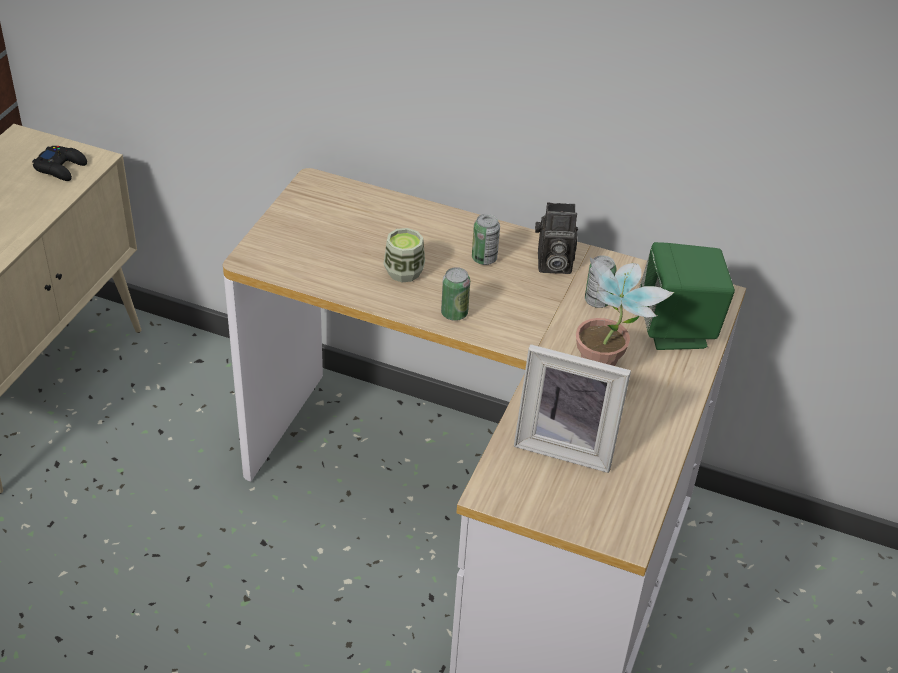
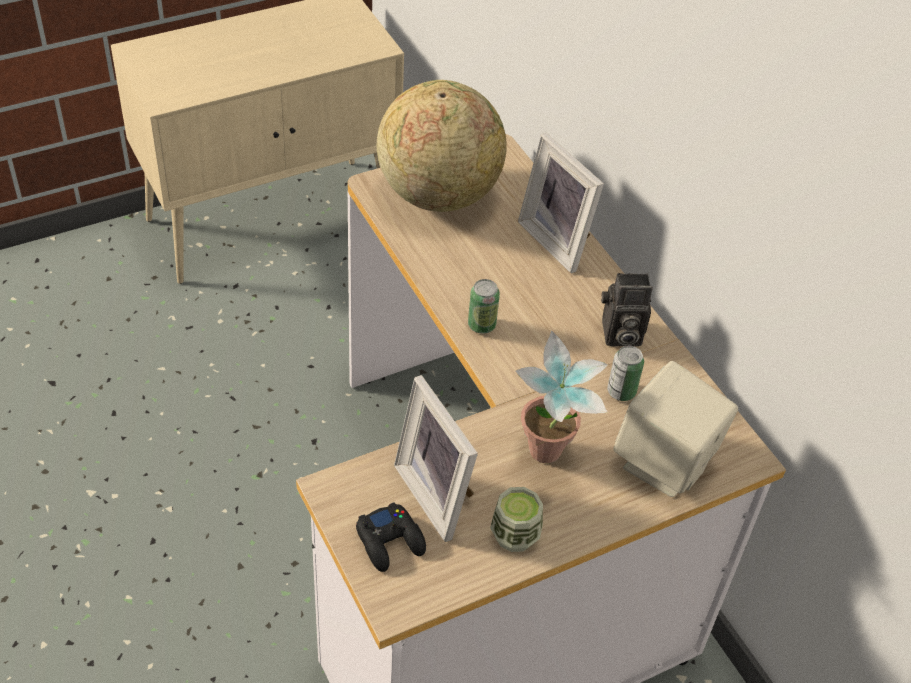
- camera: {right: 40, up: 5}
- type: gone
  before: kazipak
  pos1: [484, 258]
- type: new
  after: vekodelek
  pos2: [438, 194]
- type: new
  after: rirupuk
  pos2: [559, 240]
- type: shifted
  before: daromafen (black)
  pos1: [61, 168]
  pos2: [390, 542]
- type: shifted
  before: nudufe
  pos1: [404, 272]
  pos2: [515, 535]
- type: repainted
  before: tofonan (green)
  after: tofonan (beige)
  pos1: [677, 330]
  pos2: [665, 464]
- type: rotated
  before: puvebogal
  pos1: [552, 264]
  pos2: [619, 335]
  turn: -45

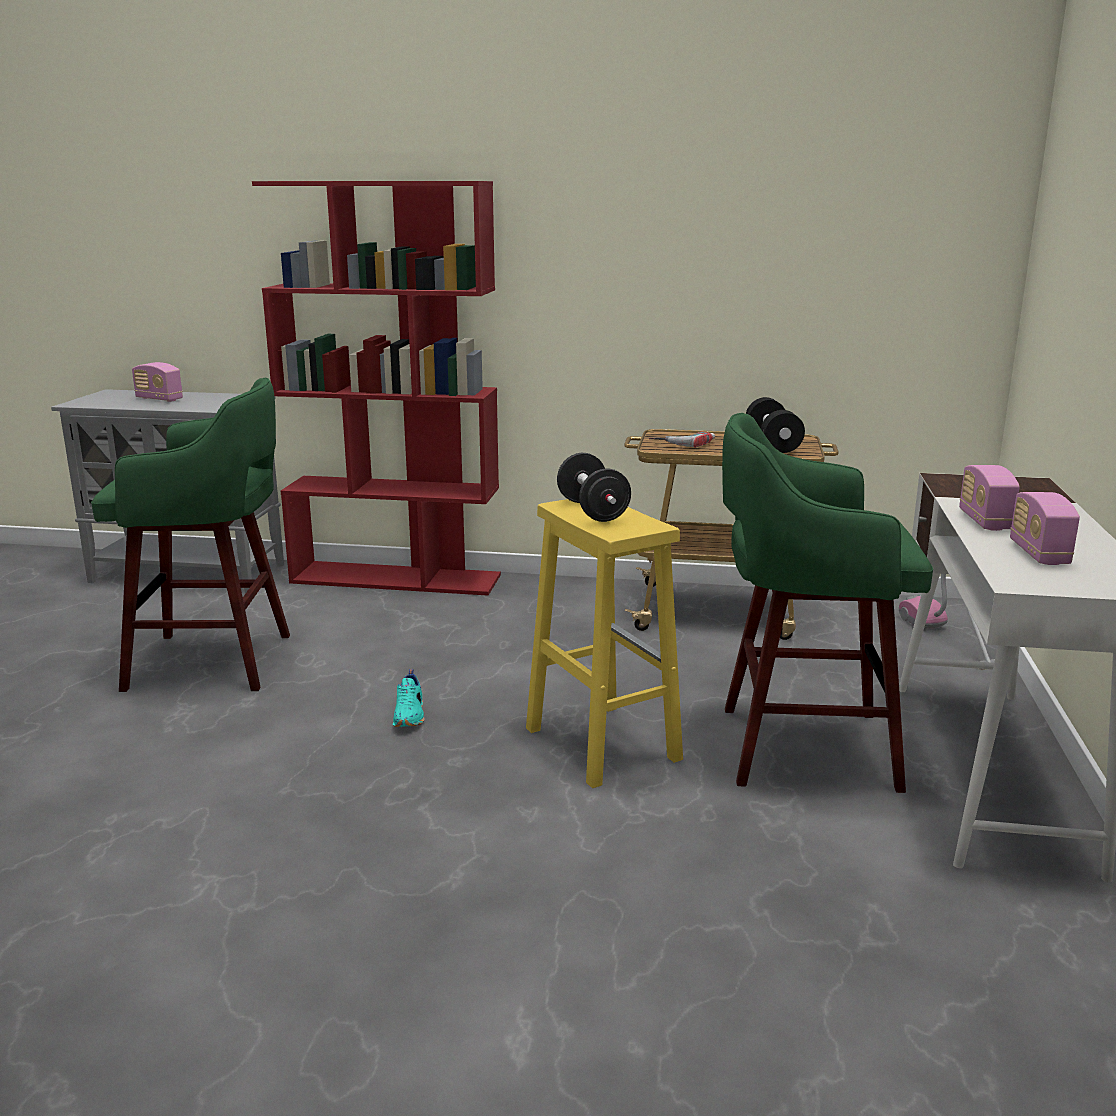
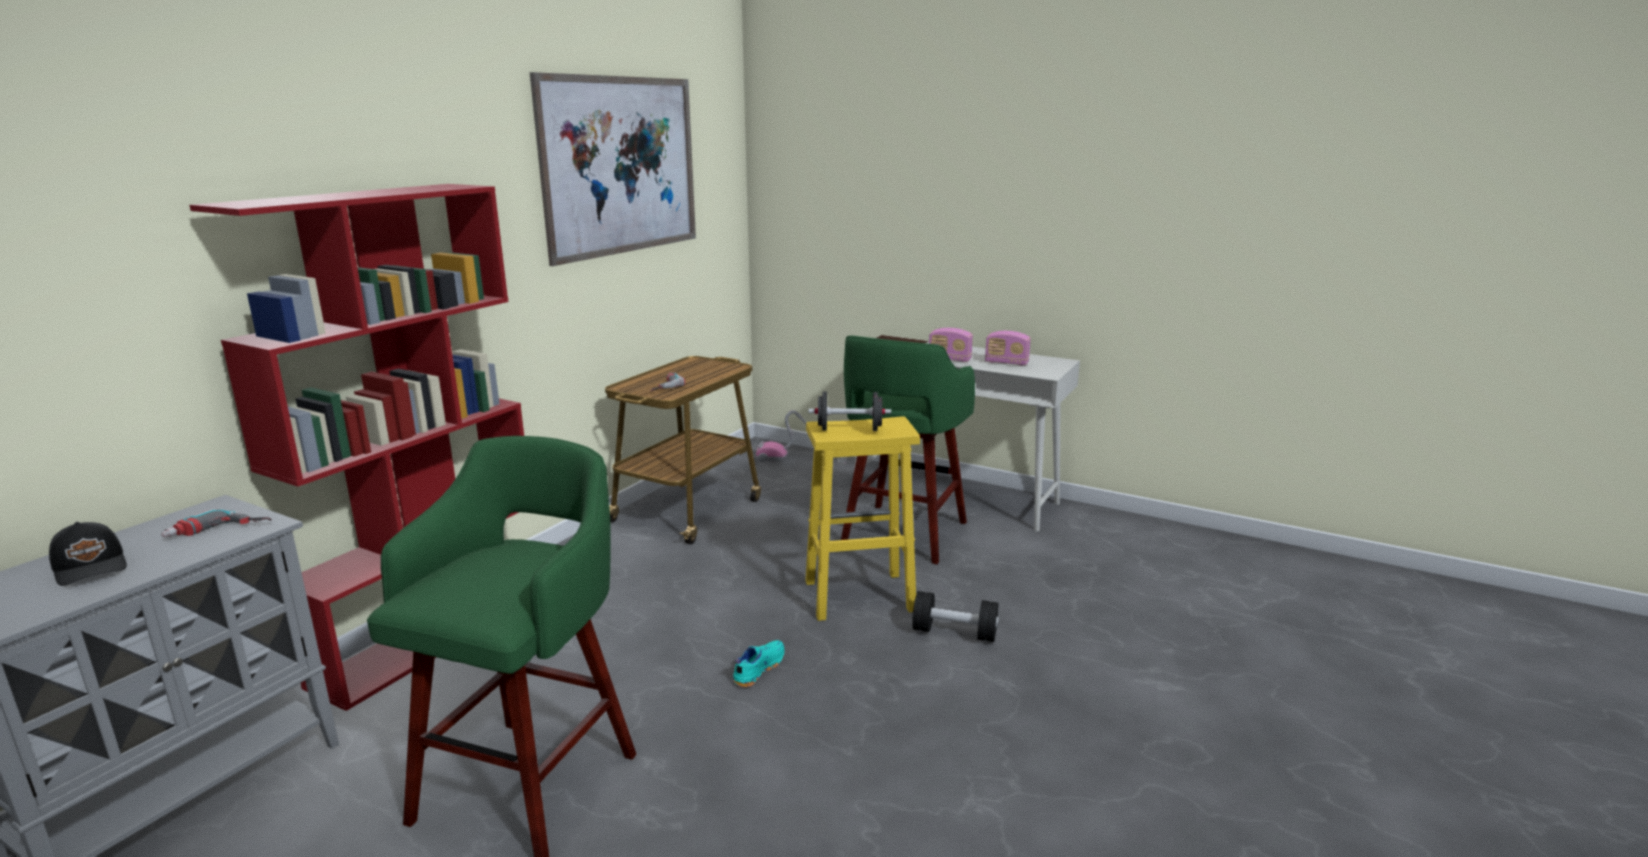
- camera: {right: -70, up: 0}
- type: new
  after: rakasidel
  pos2: [217, 532]
- type: new
  after: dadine
  pos2: [622, 166]
- type: shifted
  before: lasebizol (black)
  pos1: [772, 443]
  pos2: [954, 633]
- type: swapped
  before: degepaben
  after: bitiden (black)
  pos1: [159, 399]
  pos2: [92, 567]
- type: rotated
  before: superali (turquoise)
  pos1: [410, 715]
  pos2: [757, 669]
  turn: -75

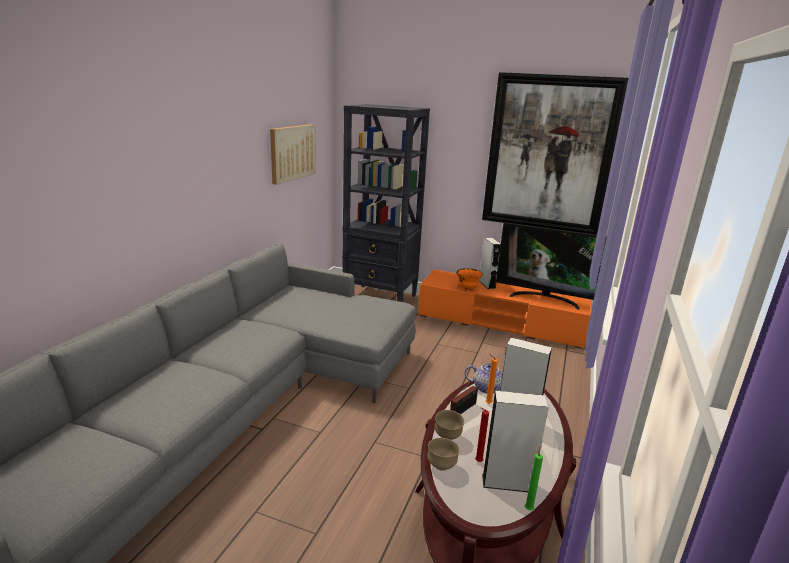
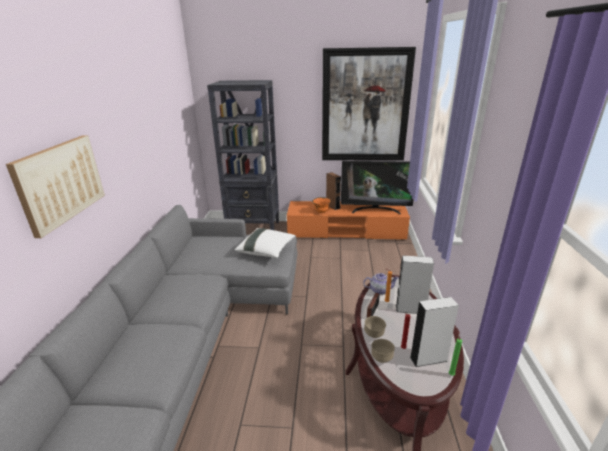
- camera: {right: -15, up: 5}
- type: new
  after: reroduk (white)
  pos2: [266, 251]
- type: shifted
  before: dadine
  pos1: [292, 152]
  pos2: [60, 182]
- type: repainted
  before: tofonan (grey)
  after: tofonan (brown)
  pos1: [487, 284]
  pos2: [333, 206]

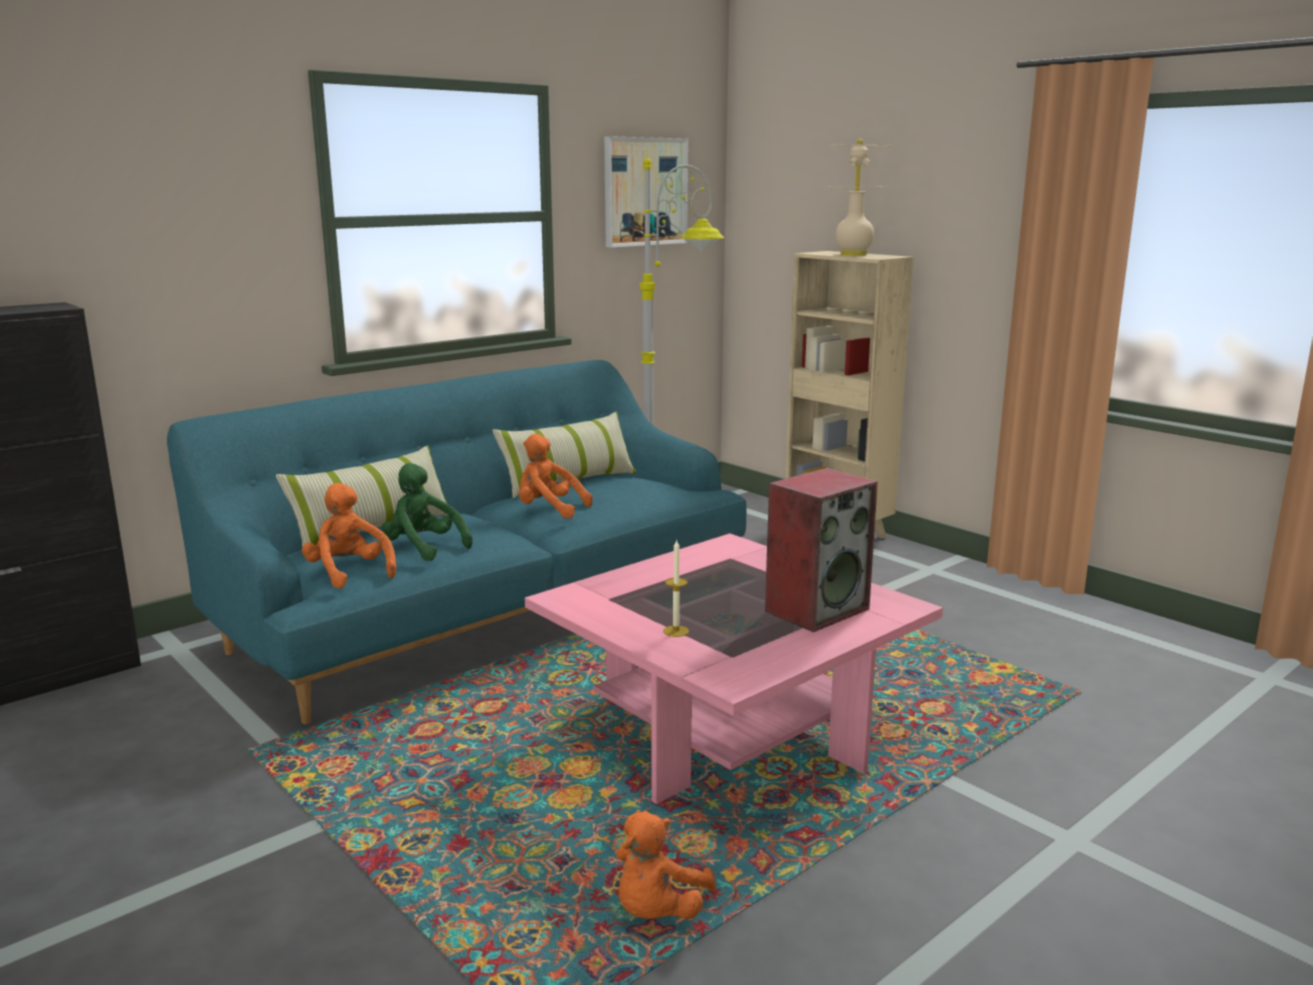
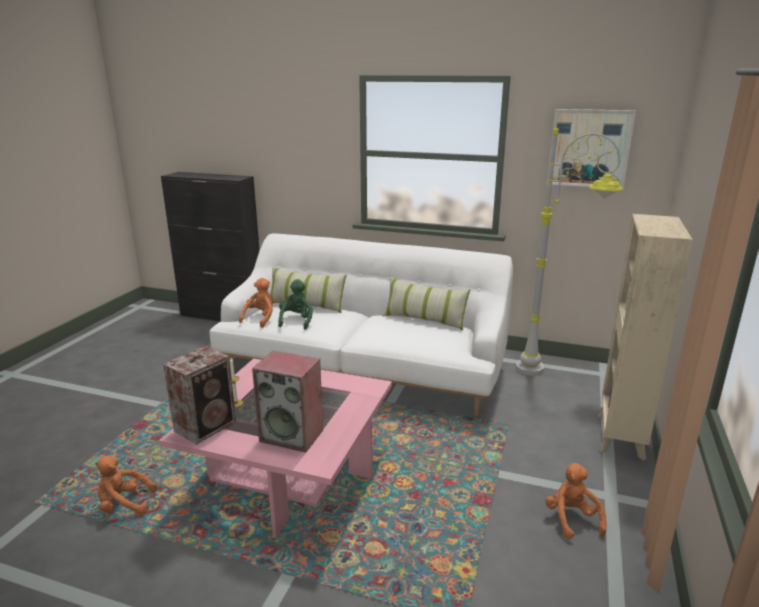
- camera: {right: 60, up: 5}
- type: gone
  before: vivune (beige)
  pos1: [853, 254]
- type: new
  after: tofonan
  pos2: [207, 426]
- type: shifted
  before: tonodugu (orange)
  pos1: [549, 510]
  pos2: [572, 519]
- type: repainted
  before: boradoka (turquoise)
  after: boradoka (white)
  pos1: [487, 610]
  pos2: [364, 367]

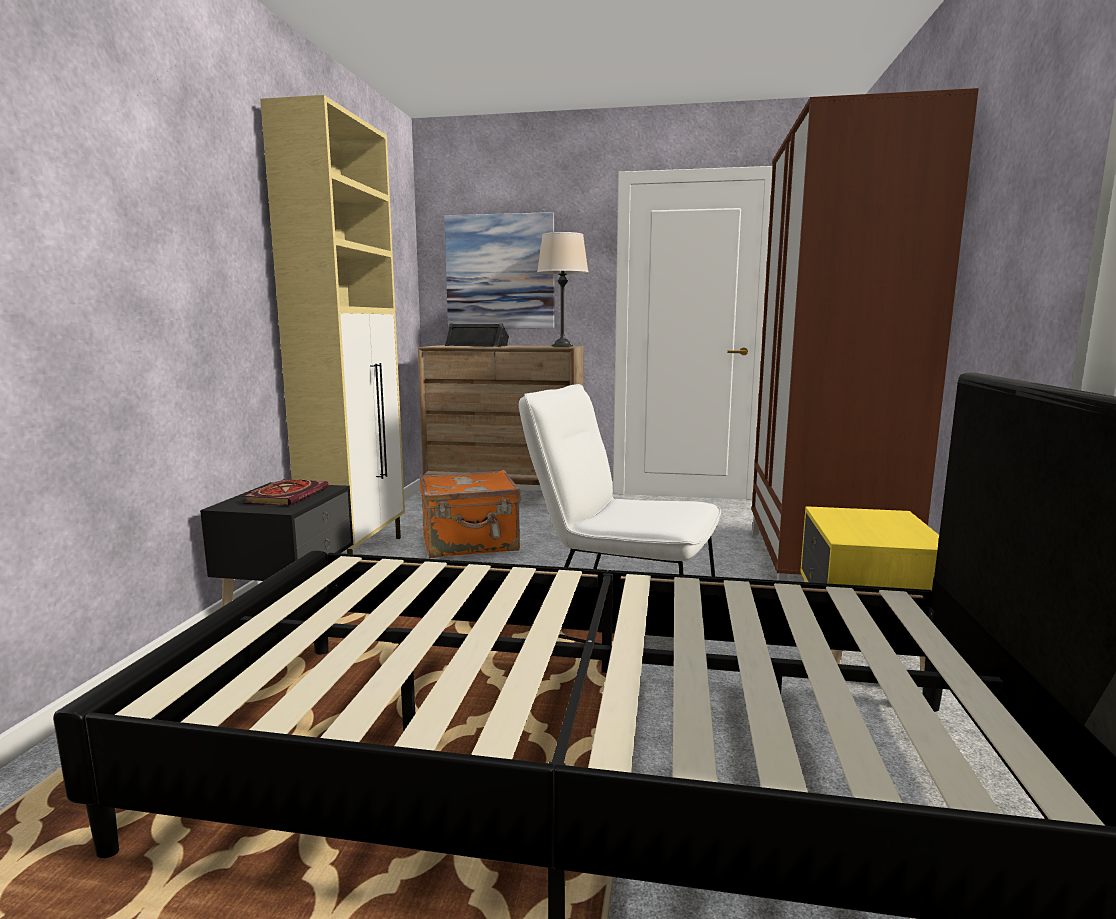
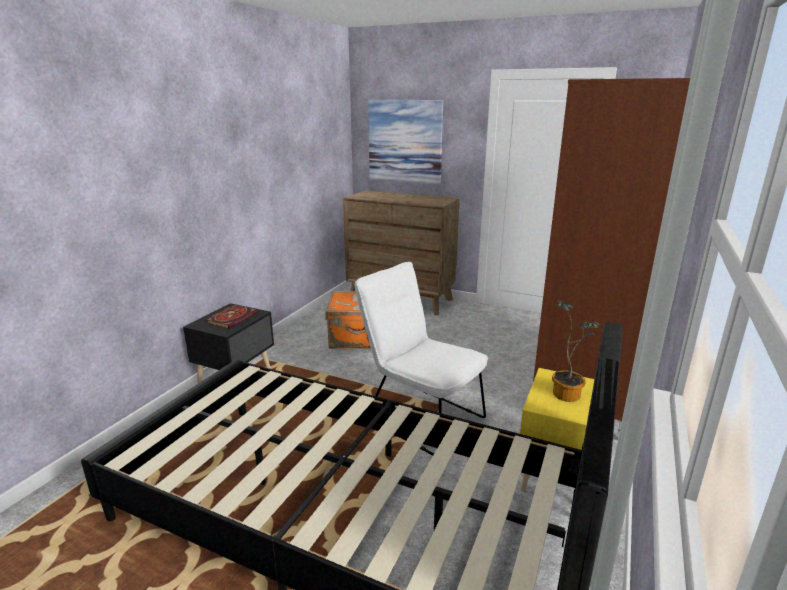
- camera: {right: 15, up: 10}
- type: gone
  before: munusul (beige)
  pos1: [357, 553]
- type: gone
  before: tofonan (black)
  pos1: [477, 345]
- type: gone
  before: vivune (beige)
  pos1: [562, 346]
- type: new
  after: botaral
  pos2: [568, 393]

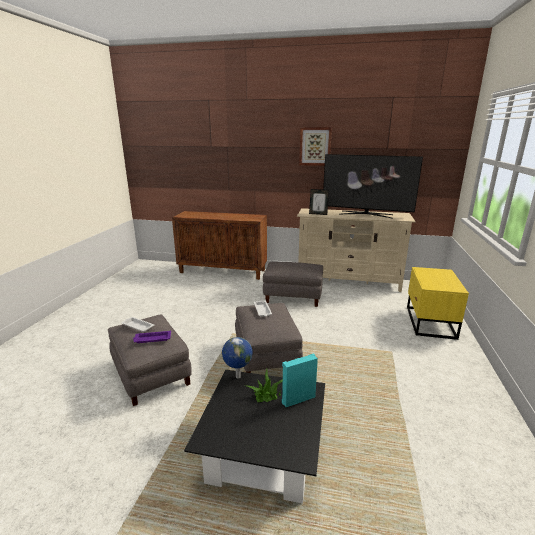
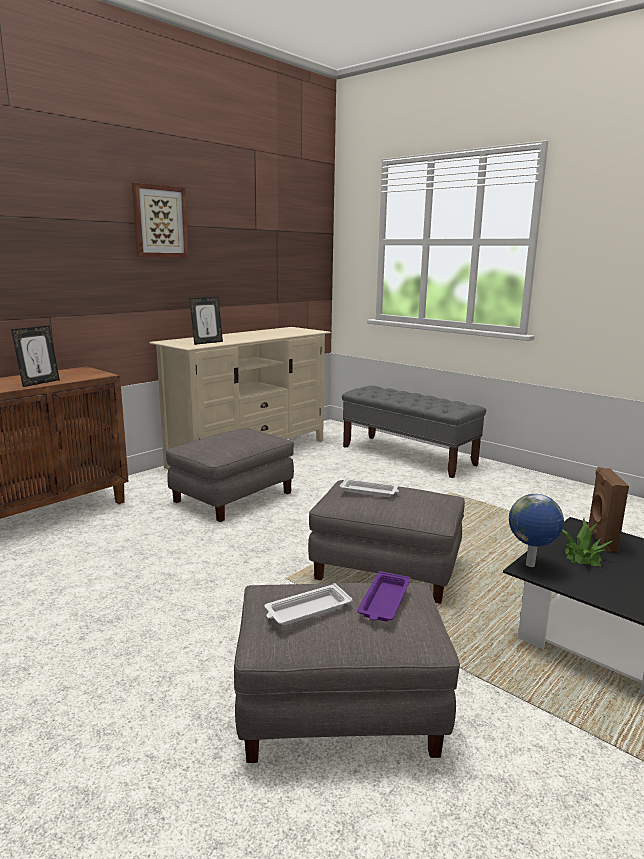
- camera: {right: -60, up: -5}
- type: gone
  before: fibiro
  pos1: [366, 214]
- type: new
  after: rirupuk
  pos2: [39, 383]
- type: swapped
  before: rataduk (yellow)
  after: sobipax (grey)
  pos1: [429, 322]
  pos2: [408, 455]
- type: repainted
  before: tofonan (turquoise)
  after: tofonan (brown)
  pos1: [298, 399]
  pos2: [600, 540]

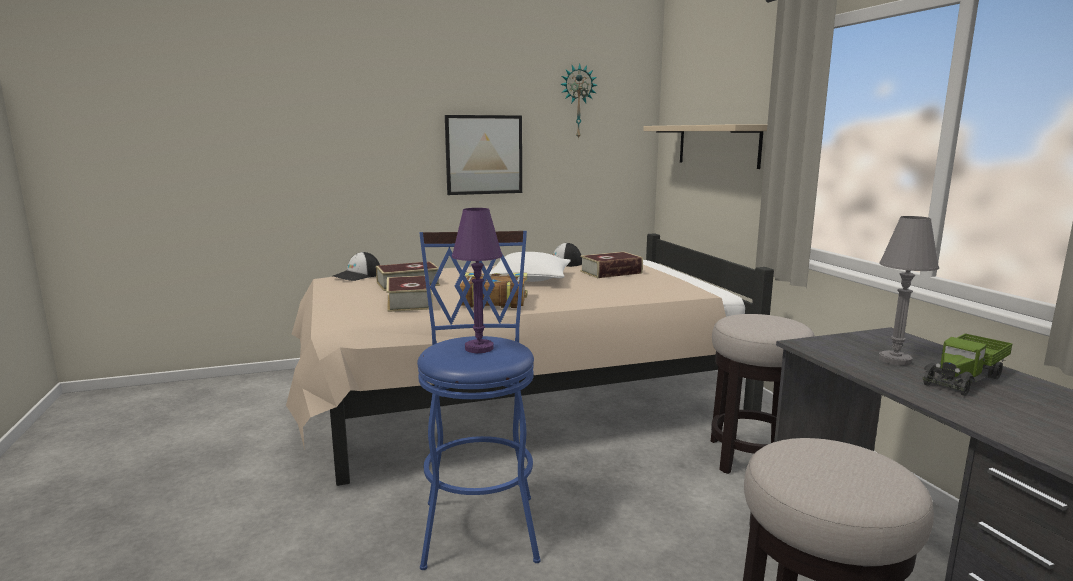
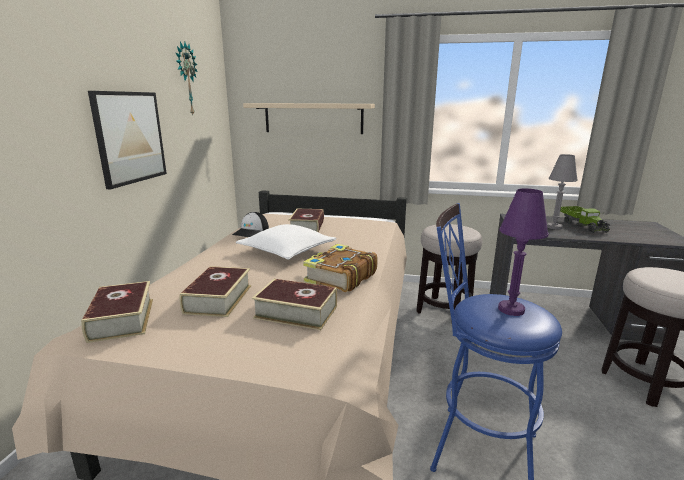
- camera: {right: -60, up: 5}
- type: swapped
  before: bitiden
  after: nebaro
  pos1: [357, 276]
  pos2: [122, 319]

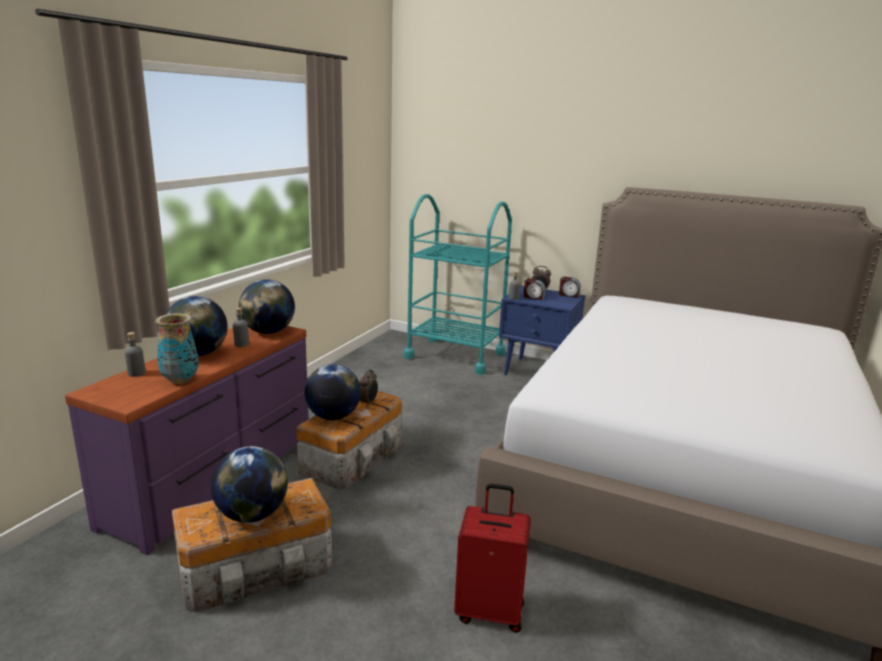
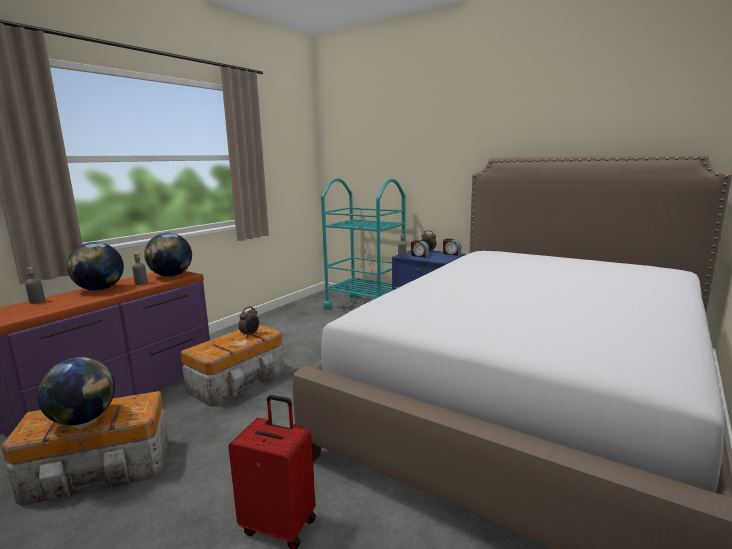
- camera: {right: 10, up: -5}
- type: gone
  before: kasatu
  pos1: [180, 380]
- type: gone
  before: vekodelek
  pos1: [333, 417]

